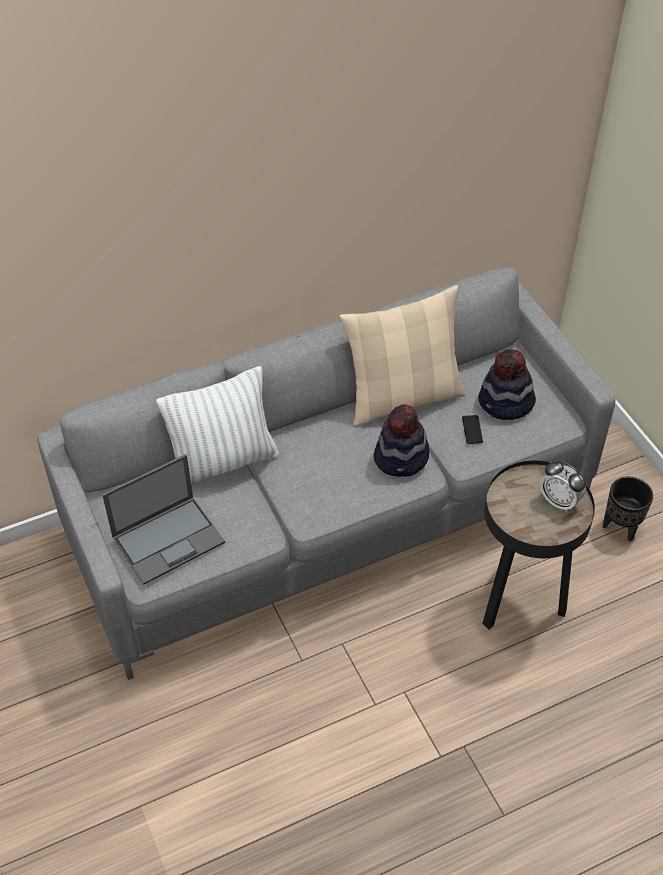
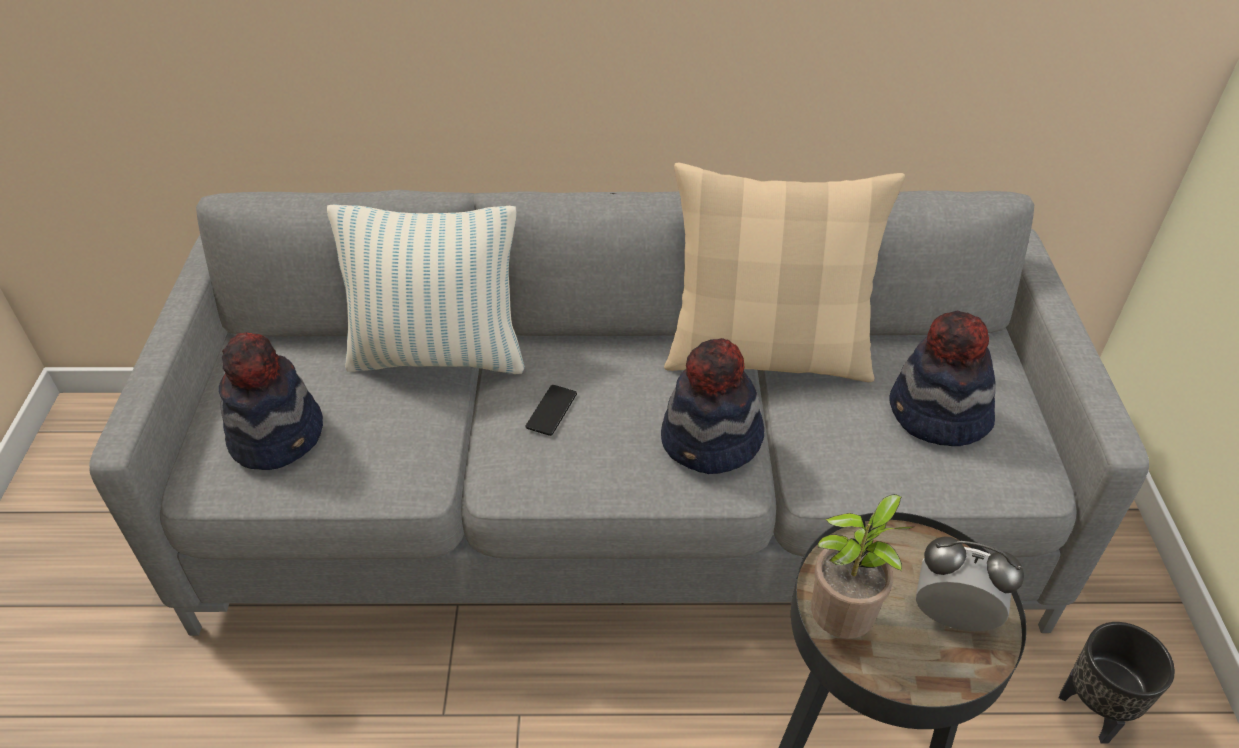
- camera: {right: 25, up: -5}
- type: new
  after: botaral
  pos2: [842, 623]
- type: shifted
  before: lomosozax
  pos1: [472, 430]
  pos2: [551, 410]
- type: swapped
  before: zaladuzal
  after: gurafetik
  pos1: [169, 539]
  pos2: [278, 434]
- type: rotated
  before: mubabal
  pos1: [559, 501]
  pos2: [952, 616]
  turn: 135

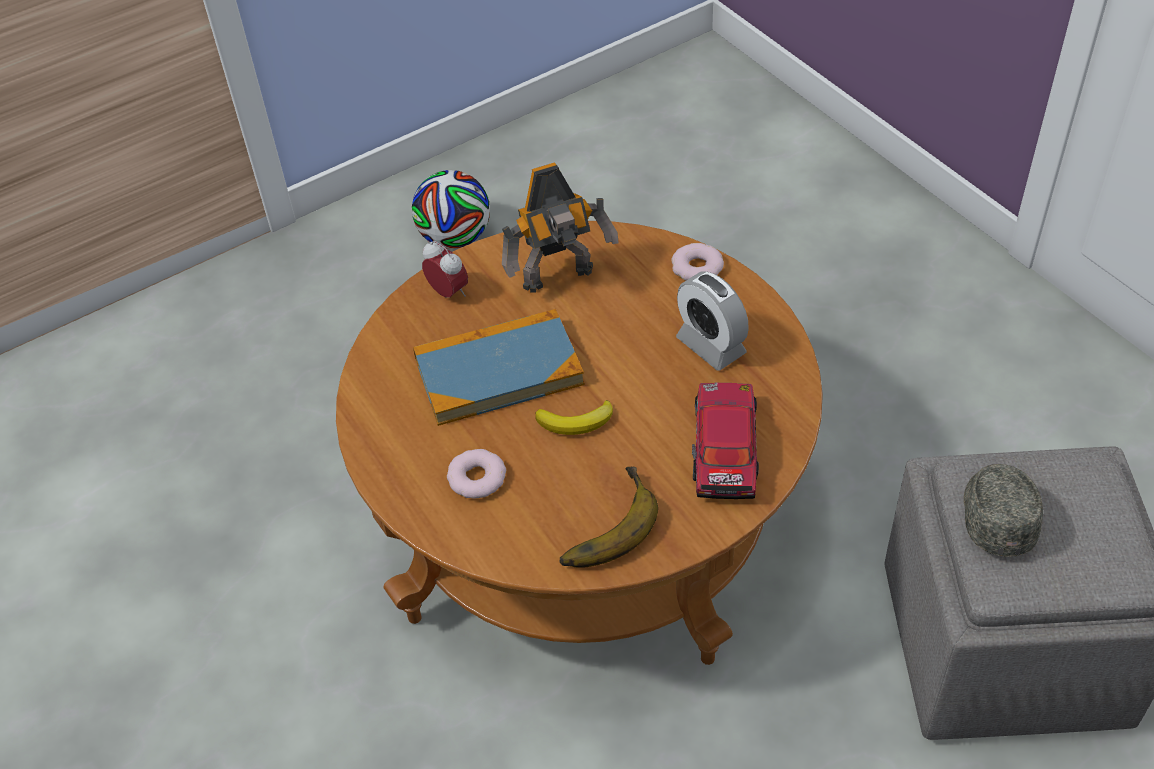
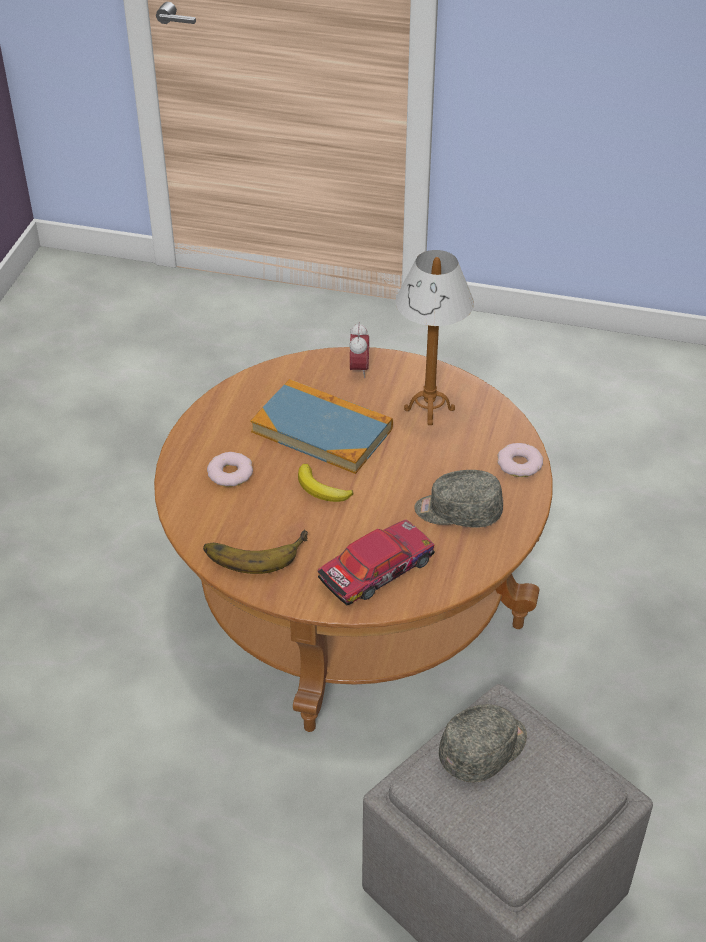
- camera: {right: 45, up: -5}
- type: gone
  before: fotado
  pos1: [455, 238]
- type: swapped
  before: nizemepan
  after: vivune
  pos1: [560, 280]
  pos2: [429, 409]
- type: swapped
  before: mubabal
  after: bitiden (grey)
  pos1: [711, 345]
  pos2: [458, 512]

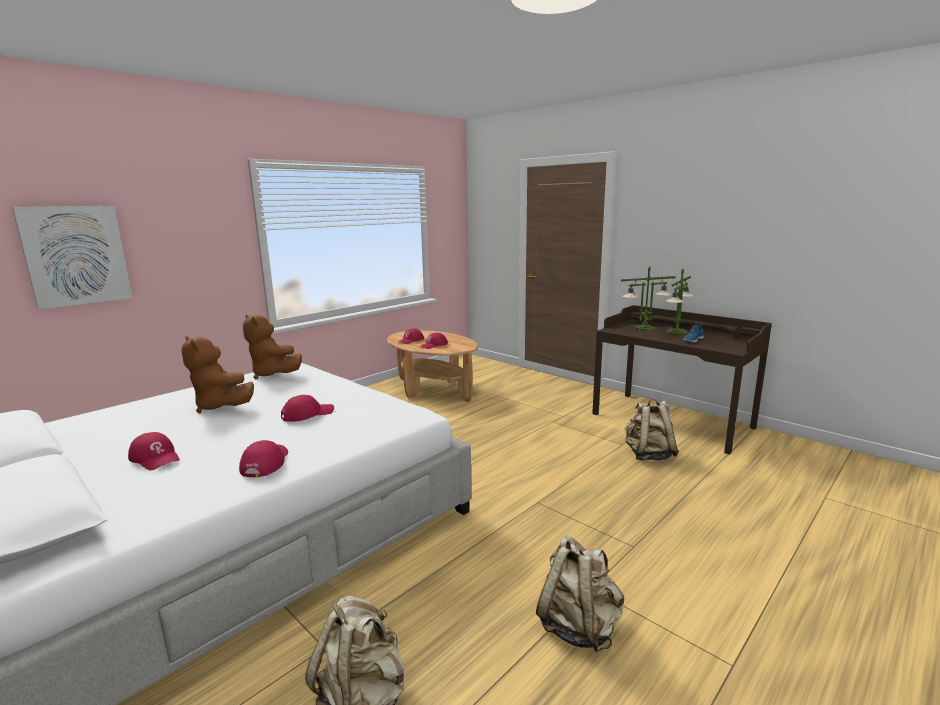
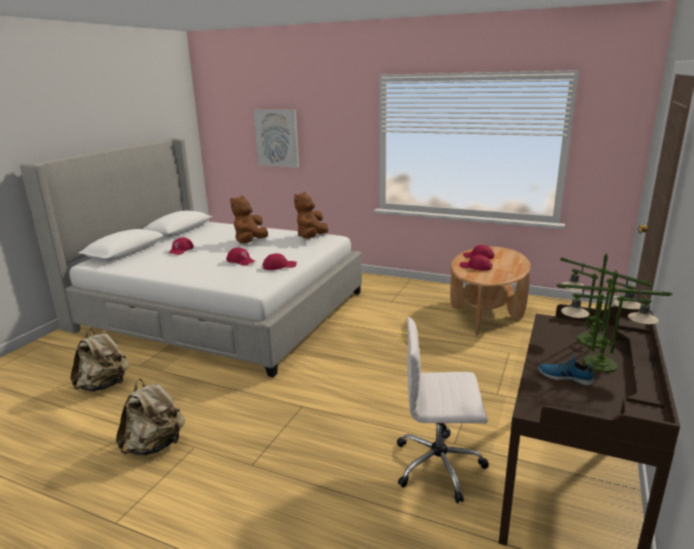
- camera: {right: 70, up: 5}
- type: shifted
  before: bitiden (red)
  pos1: [265, 463]
  pos2: [279, 266]
- type: swapped
  before: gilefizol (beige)
  after: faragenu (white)
  pos1: [648, 455]
  pos2: [440, 465]

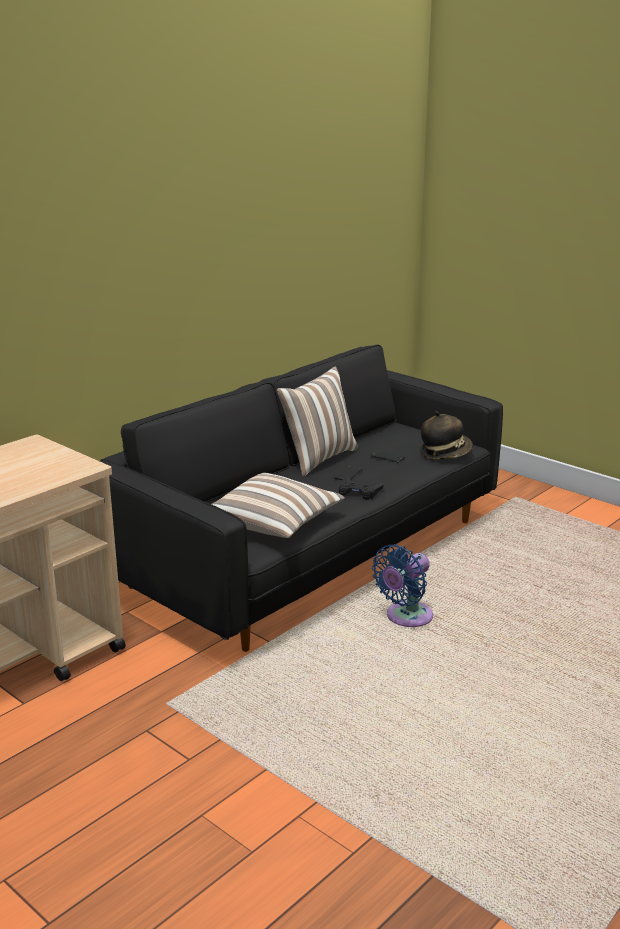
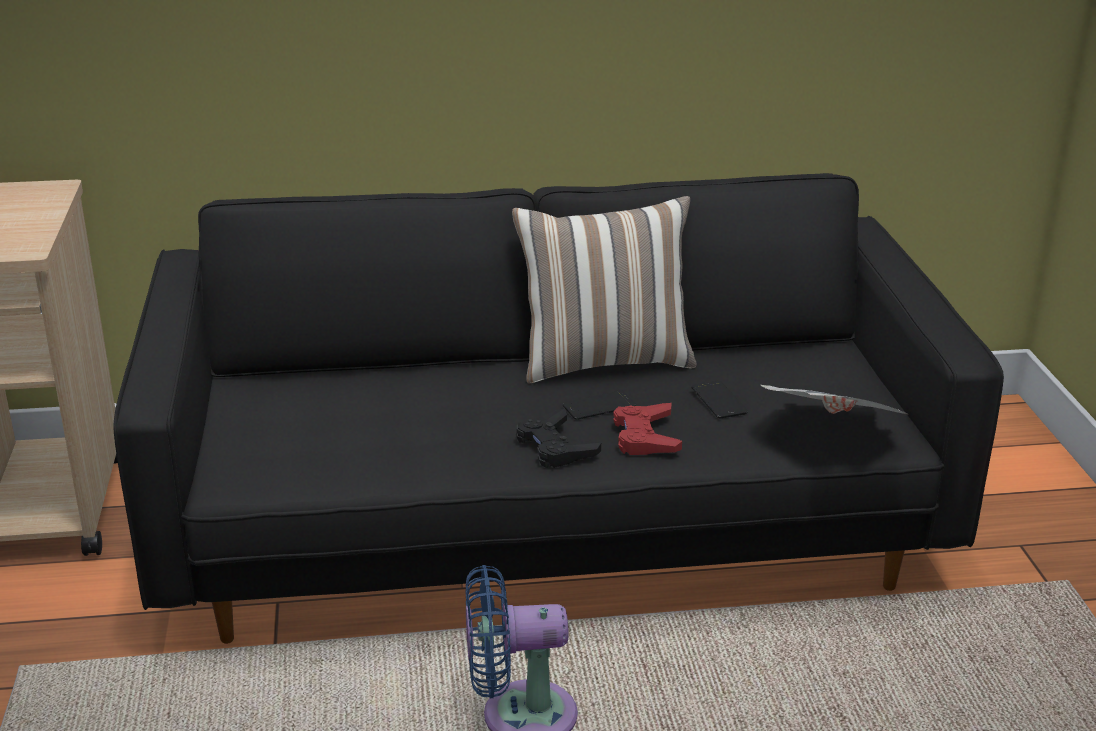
- camera: {right: 40, up: 5}
- type: gone
  before: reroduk
  pos1: [274, 524]
- type: new
  after: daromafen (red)
  pos2: [645, 437]
- type: swapped
  before: gurafetik
  after: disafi
  pos1: [445, 453]
  pos2: [832, 434]

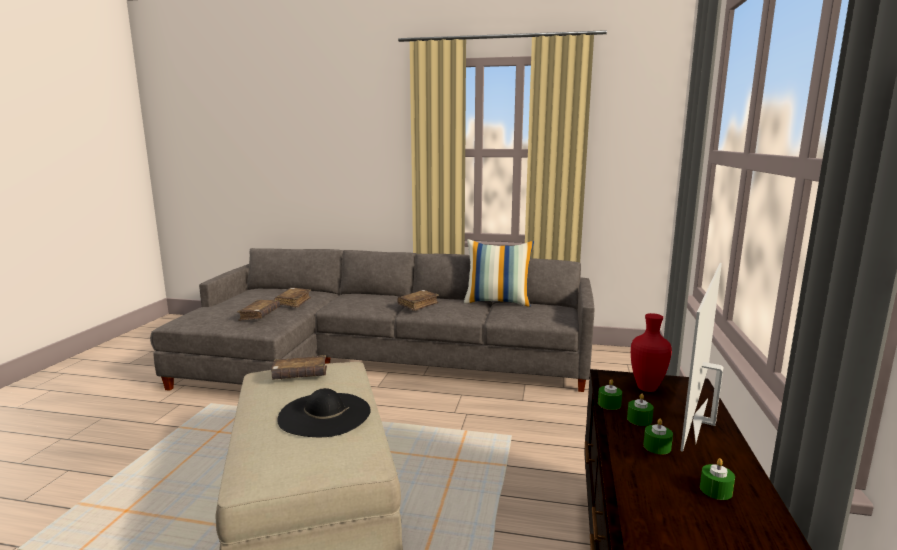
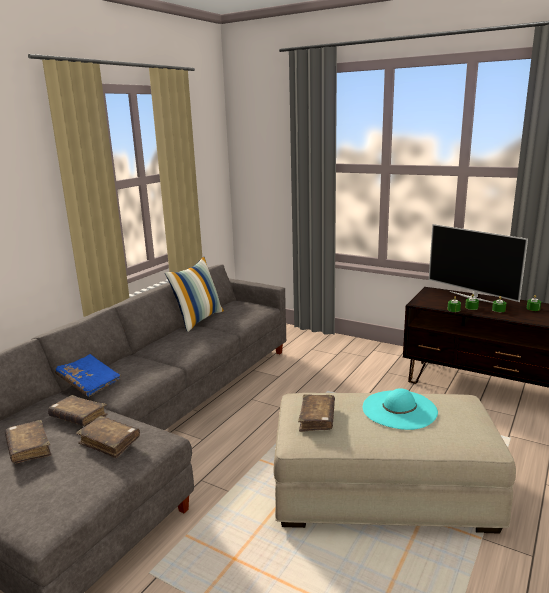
- camera: {right: -70, up: 5}
- type: gone
  before: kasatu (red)
  pos1: [645, 388]
- type: new
  after: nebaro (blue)
  pos2: [89, 382]
- type: shifted
  before: nebaro (brown)
  pos1: [418, 305]
  pos2: [29, 448]
- type: repainted
  before: gurafetik (black)
  after: gurafetik (turquoise)
  pos1: [324, 414]
  pos2: [399, 409]

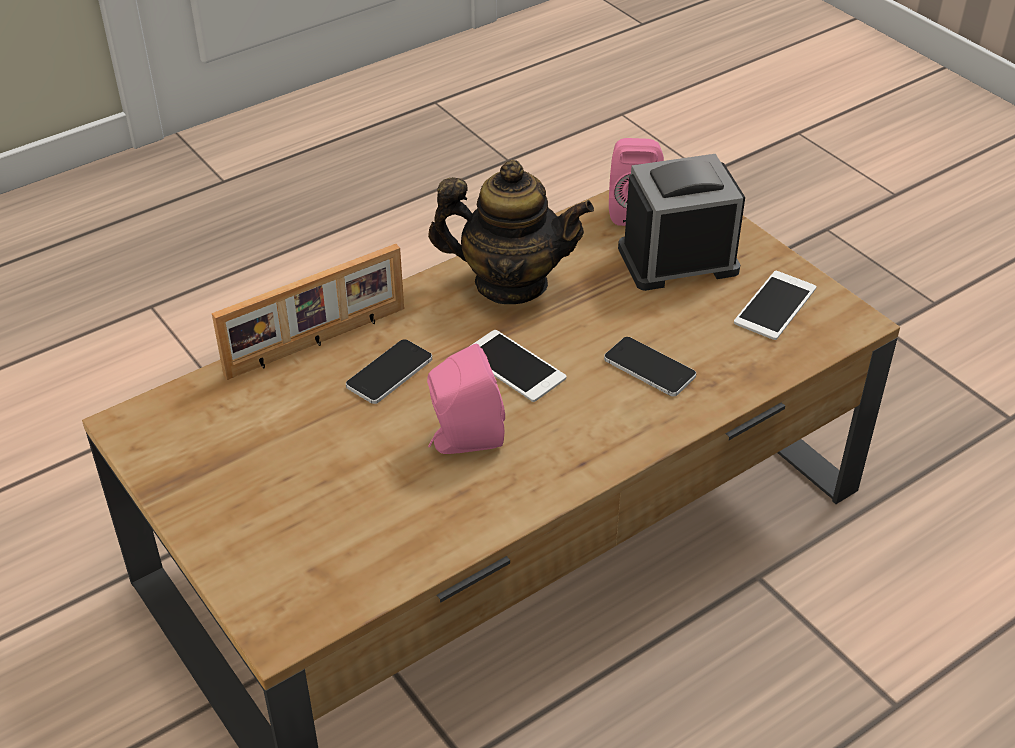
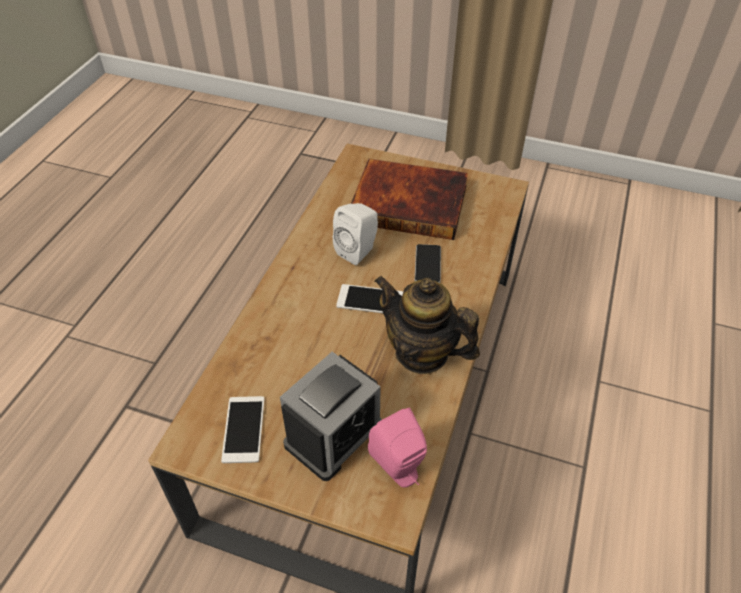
- camera: {right: 145, up: 5}
- type: gone
  before: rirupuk
  pos1: [317, 343]
- type: gone
  before: lomosozax
  pos1: [649, 368]
- type: new
  after: nebaro
  pos2: [410, 202]
- type: repainted
  before: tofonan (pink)
  after: tofonan (white)
  pos1: [463, 440]
  pos2: [358, 251]
- type: rotated
  before: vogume
  pos1: [510, 283]
  pos2: [422, 353]
  turn: 60

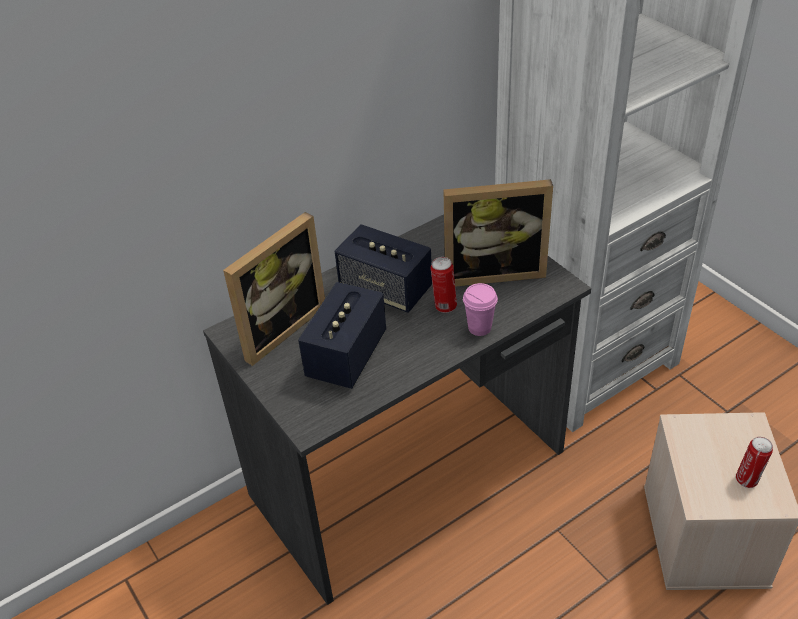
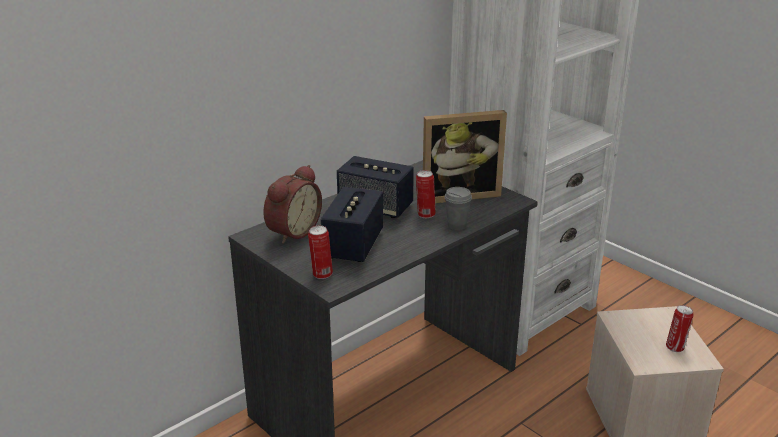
- camera: {right: -10, up: -15}
- type: new
  after: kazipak
  pos2: [321, 274]
- type: swapped
  before: rirupuk
  after: mubabal
  pos1: [277, 327]
  pos2: [291, 232]
- type: repainted
  before: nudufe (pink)
  after: nudufe (grey)
  pos1: [479, 328]
  pos2: [456, 225]

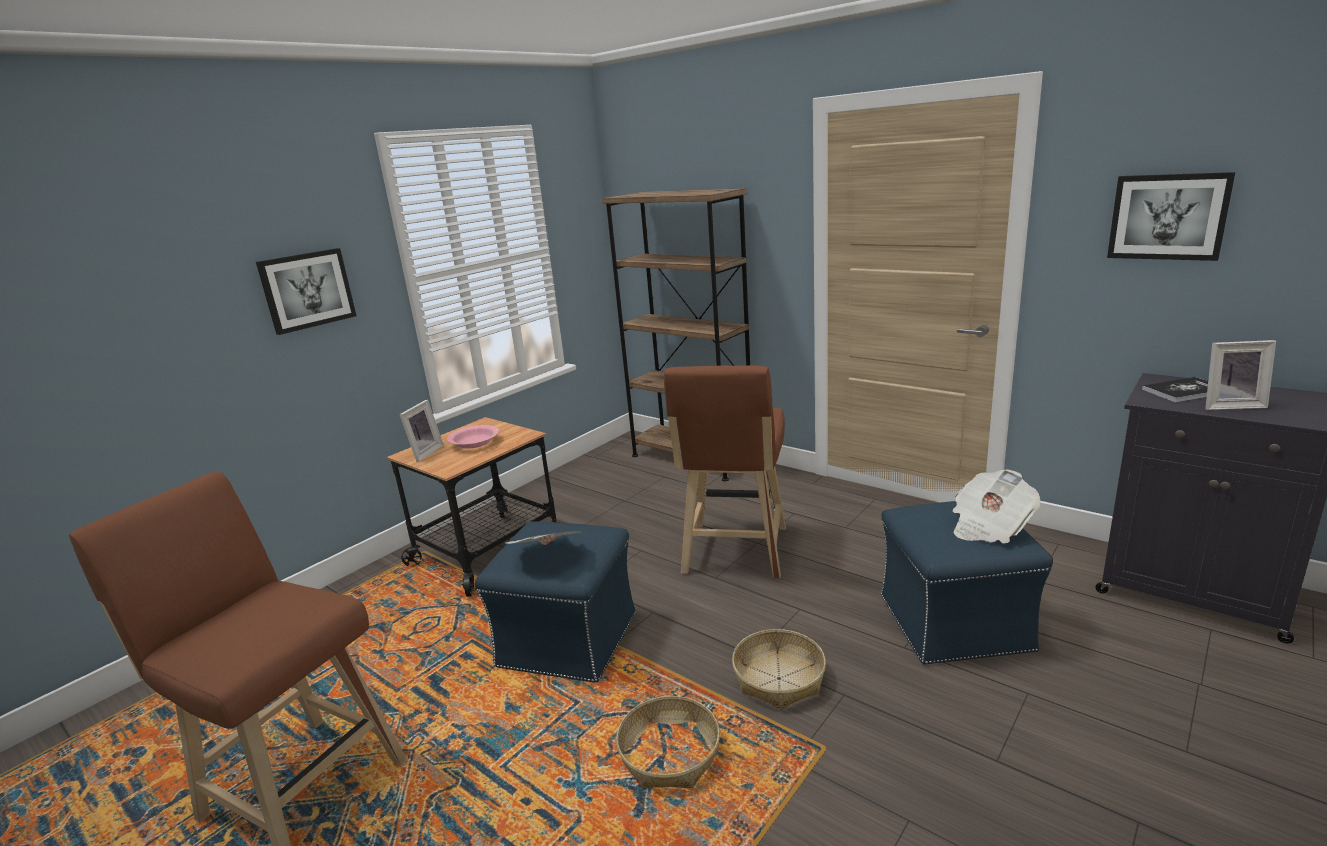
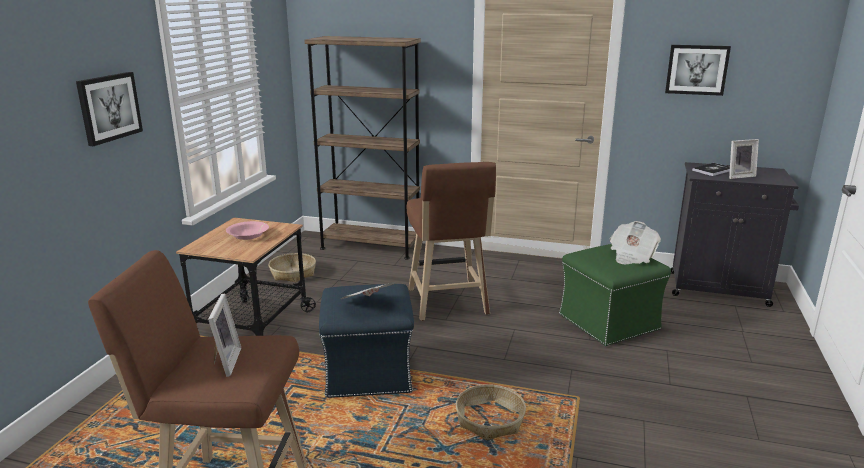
- camera: {right: -25, up: 0}
- type: shifted
  before: rirupuk
  pos1: [424, 453]
  pos2: [224, 362]
- type: shifted
  before: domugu
  pos1: [779, 679]
  pos2: [293, 273]
- type: repainted
  before: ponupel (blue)
  after: ponupel (green)
  pos1: [955, 624]
  pos2: [609, 323]

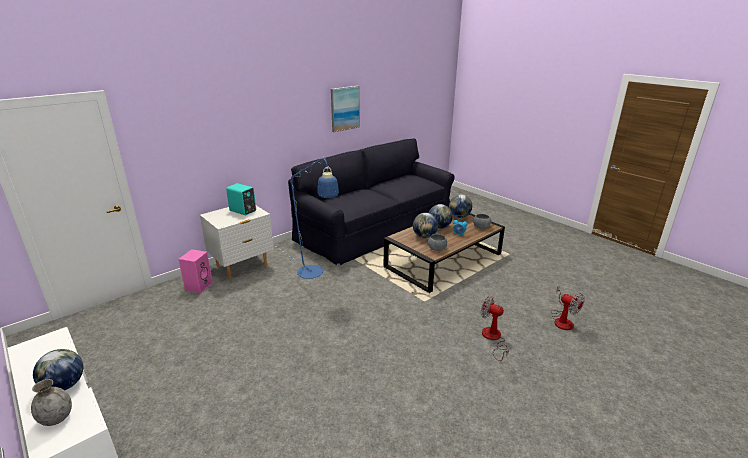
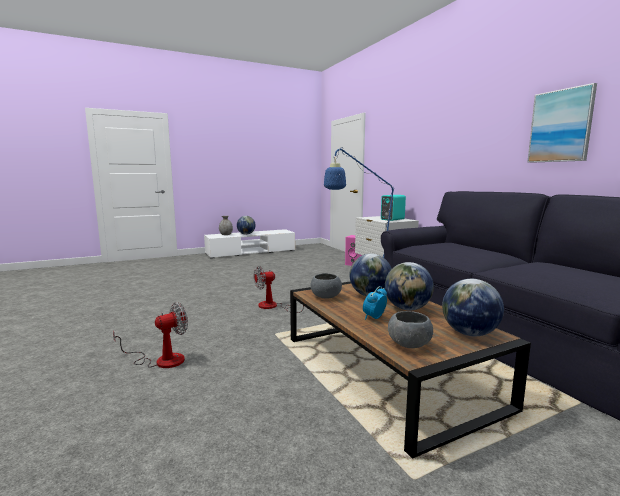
- camera: {right: 105, up: -15}
- type: shifted
  before: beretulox
  pos1: [562, 320]
  pos2: [273, 306]

